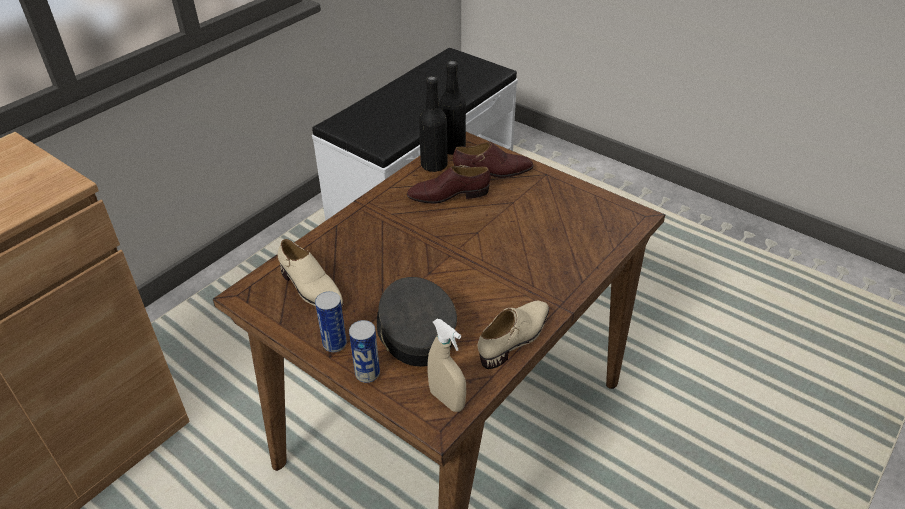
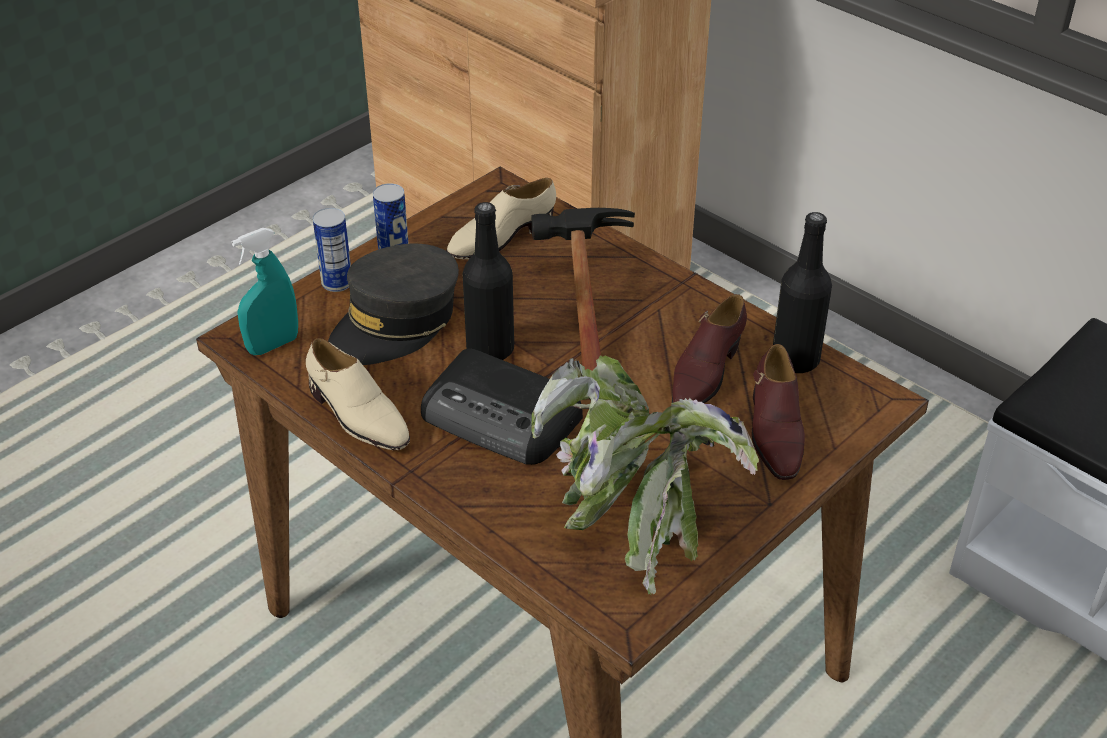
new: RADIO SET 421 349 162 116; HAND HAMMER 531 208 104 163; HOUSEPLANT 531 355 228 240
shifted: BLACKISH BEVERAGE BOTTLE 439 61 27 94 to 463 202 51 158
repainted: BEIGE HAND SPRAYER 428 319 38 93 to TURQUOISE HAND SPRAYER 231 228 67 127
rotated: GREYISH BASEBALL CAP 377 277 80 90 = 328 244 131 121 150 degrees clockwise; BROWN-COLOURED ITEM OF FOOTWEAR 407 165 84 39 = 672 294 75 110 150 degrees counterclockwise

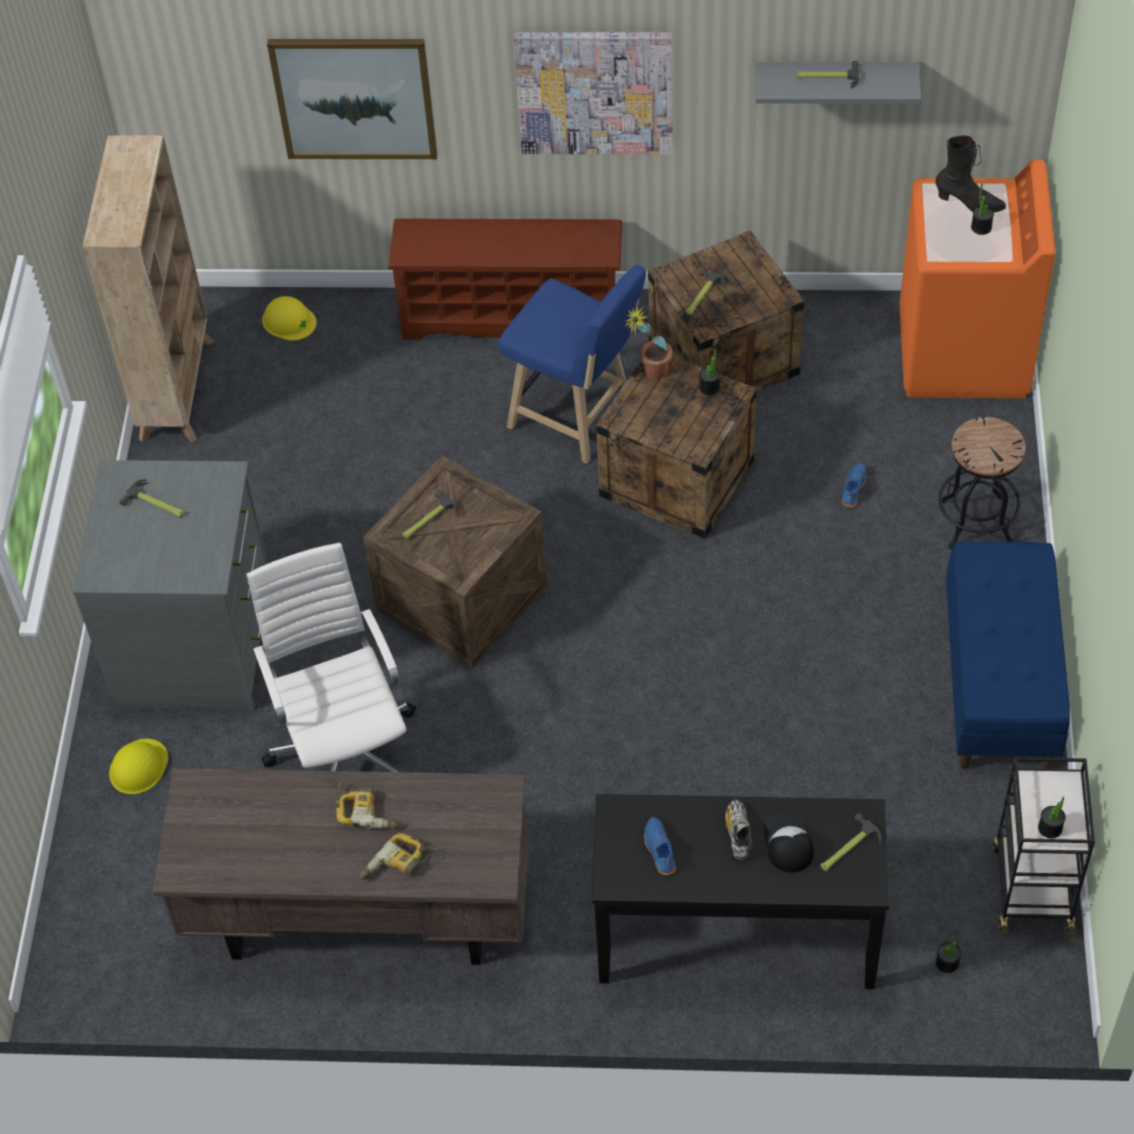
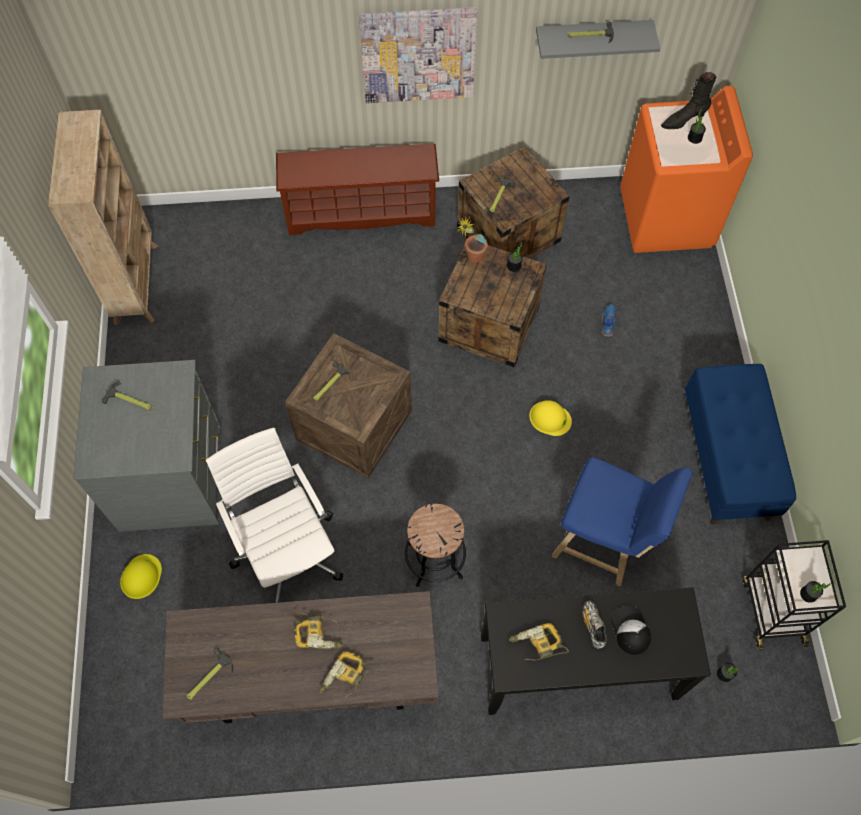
gone: WALL PICTURE 267 39 170 120
shifted: YELLOWISH SAFETY HELMET 262 296 55 45 to 529 400 43 36; BLUE-COLOURED SITTING STOOL 498 265 148 199 to 552 457 141 129; HAND HAMMER 820 813 61 58 to 186 648 47 52; BLACKISH SITTING STOOL 939 417 87 132 to 405 504 61 83
swapped: BLUE-COLOURED ITEM OF FOOTWEAR 644 817 32 58 to POWER DRILL 509 623 60 37
rotated: BLACKISH TALL BOOT 935 136 71 76 = 661 72 55 57 150 degrees clockwise

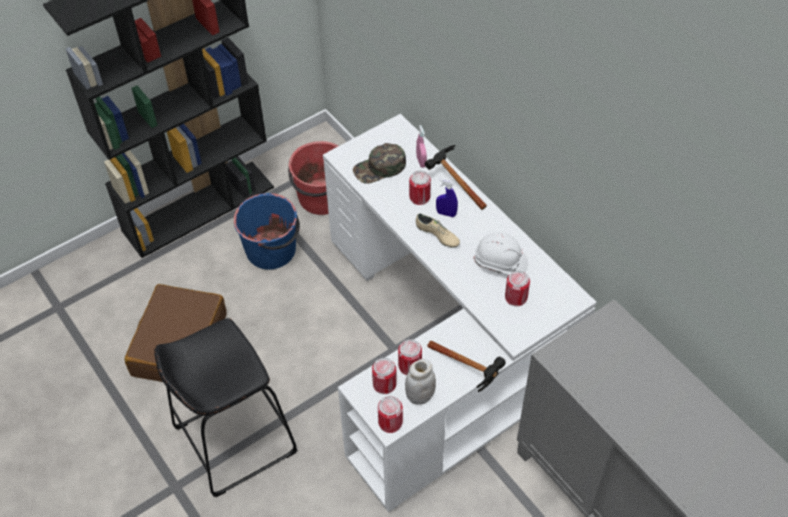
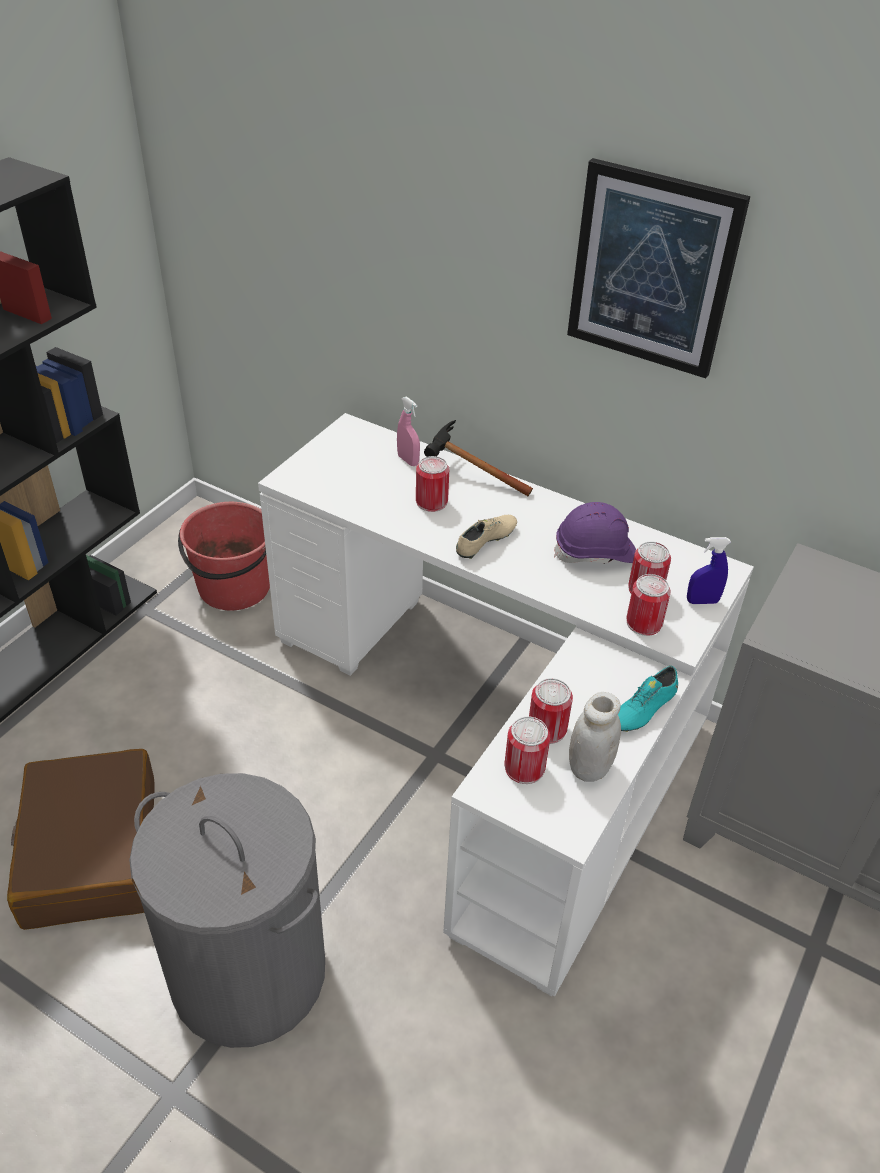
gone: BLUE-COLOURED PAIL 234 193 66 77; GREENISH BASEBALL CAP 353 143 53 41
new: WALL PICTURE 567 158 183 220
shifted: CAN 378 396 25 37 to 627 574 44 62; BLUE-COLOURED HAND SPRAYER 436 179 22 38 to 687 537 44 67
swapped: BLACKISH SITTING STOOL 154 318 143 179 to GREYISH WASHING BASKET 129 773 196 275; HAND HAMMER 427 341 79 51 to TURQUOISE ITEM OF FOOTWEAR 618 666 60 66
repainted: WHITE-COLOURED SAFETY HELMET 473 232 55 43 to PURPLISH SAFETY HELMET 554 502 82 62
rotated: BEIGE ITEM OF FOOTWEAR 416 213 44 35 = 456 515 61 44 60 degrees counterclockwise

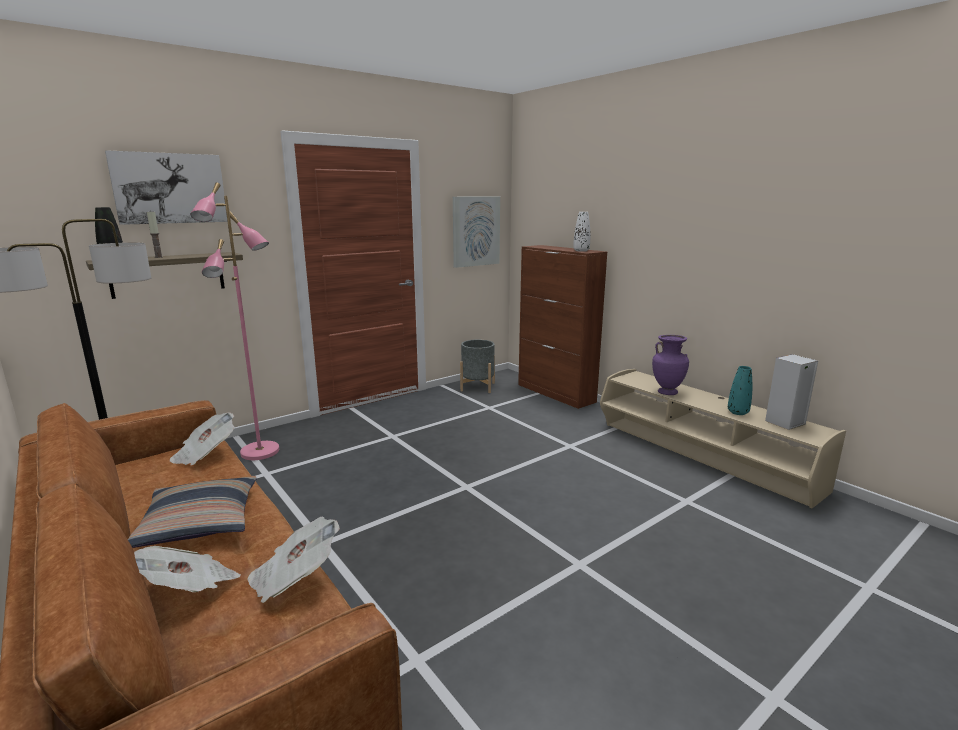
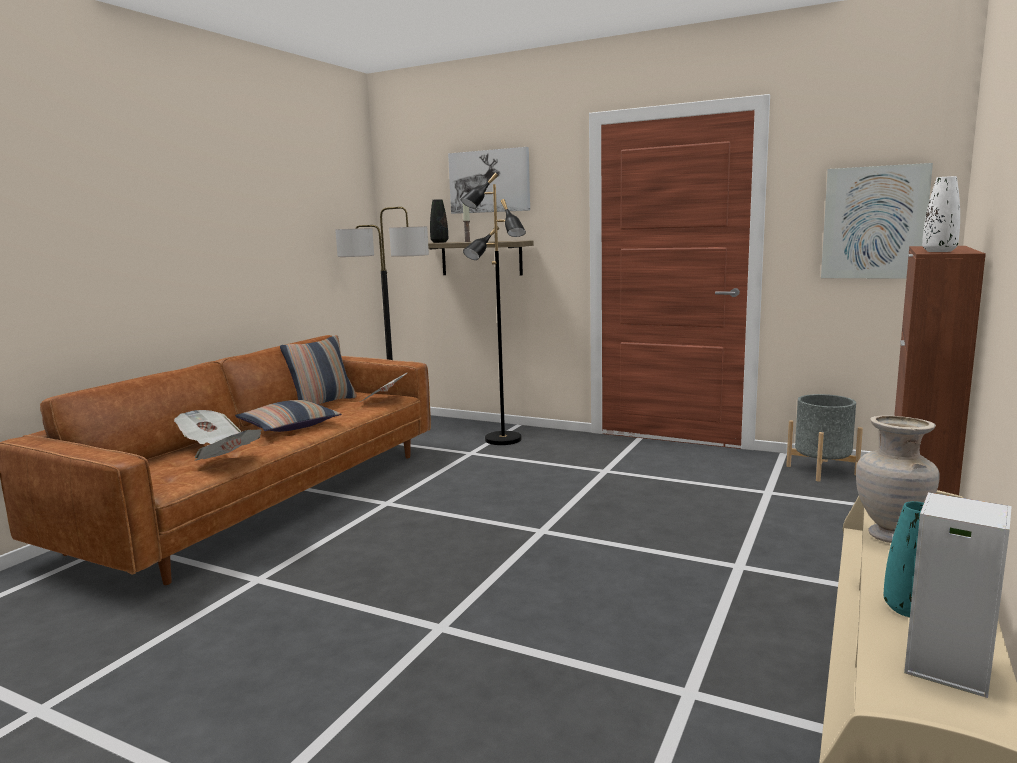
new: CUSHION 280 335 77 70
repainted: PINK-COLOURED STANDING LAMP 190 182 89 278 to BLACKISH STANDING LAMP 461 173 65 272; PURPLISH DECORATIVE VASE 652 335 37 60 to BEIGE DECORATIVE VASE 856 415 84 128

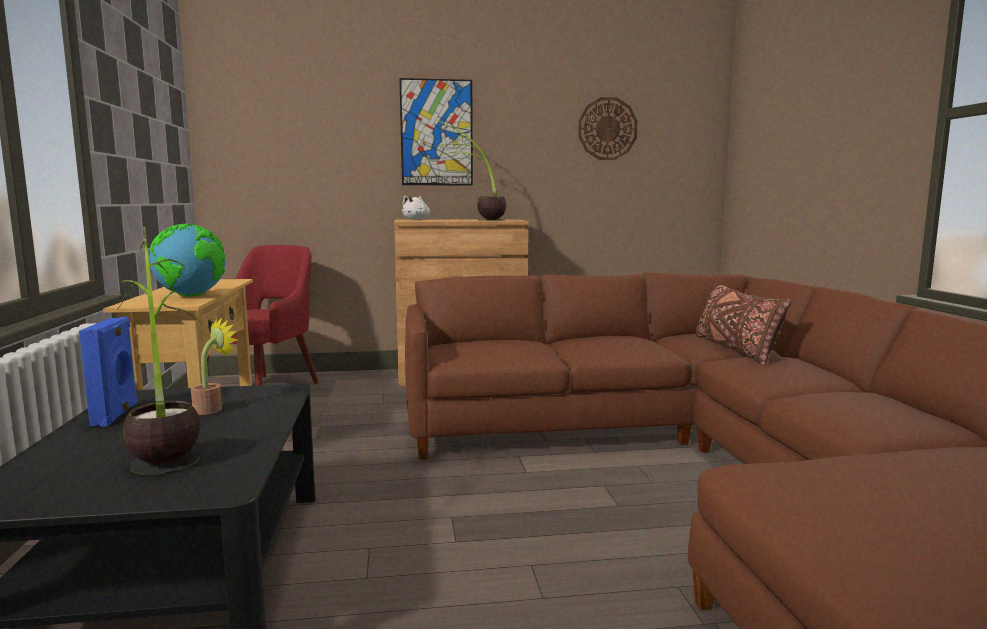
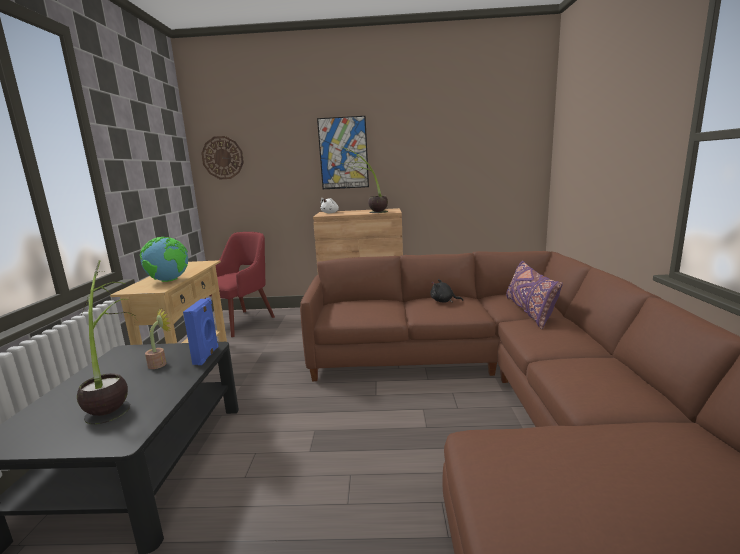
new: BLACKISH PLUSH TOY 430 279 33 24
shifted: BLUE-COLOURED LOUDSPEAKER 79 317 59 110 to 183 298 36 67; WALL CLOCK 578 97 60 63 to 201 136 43 43
repainted: BROWN-COLOURED CUSHION 696 283 95 83 to PURPLISH CUSHION 506 261 57 68

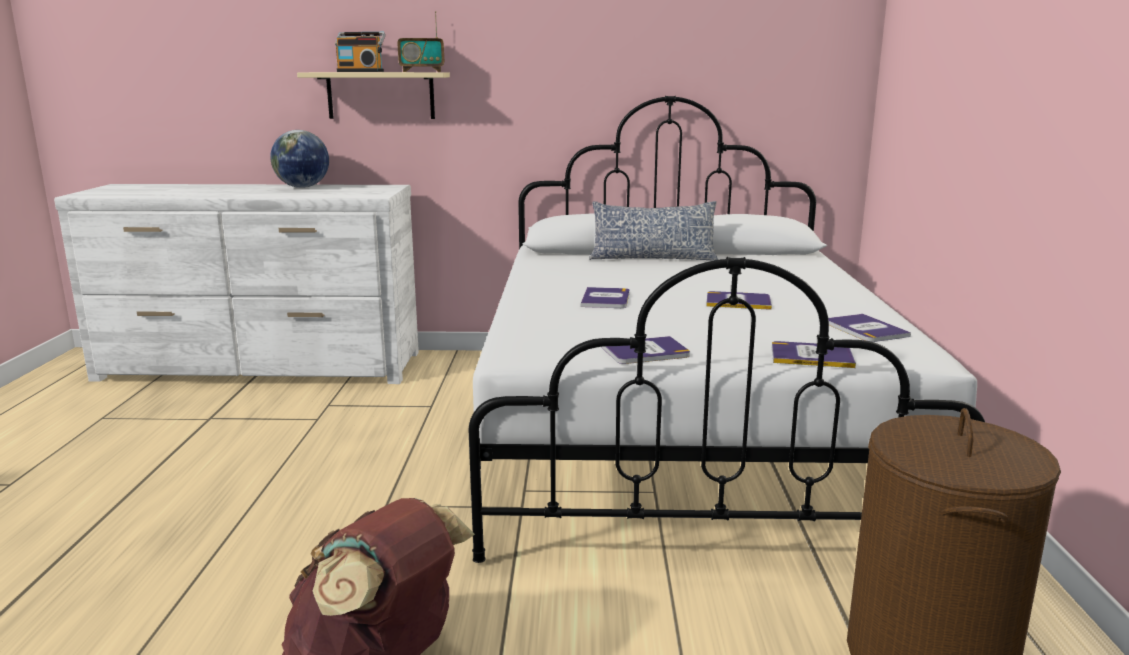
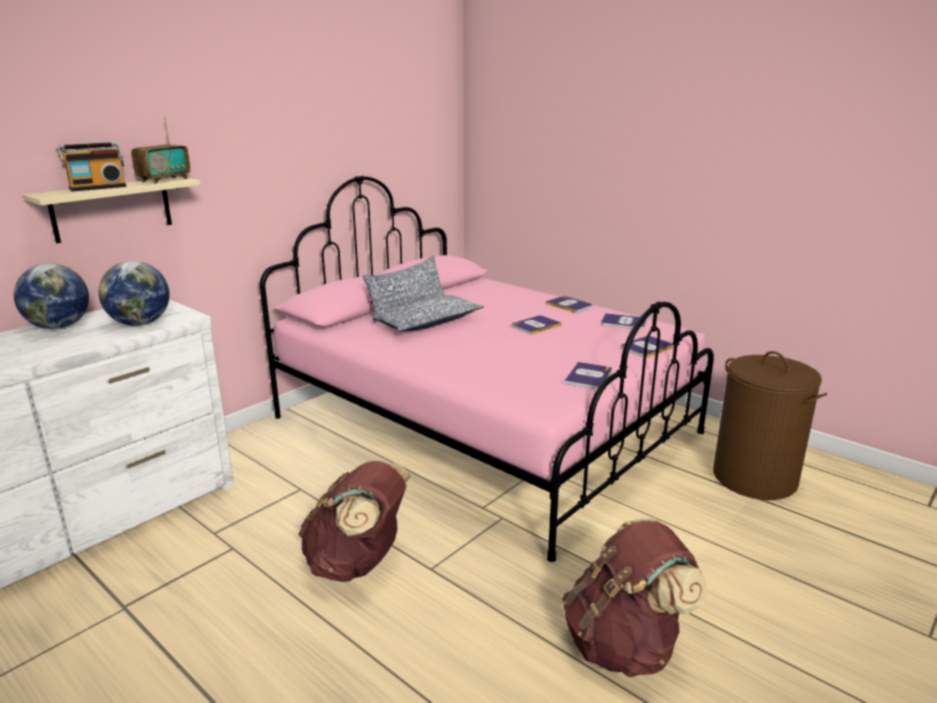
new: DESK GLOBE 99 261 71 65; BROWN-COLOURED KNAPSACK 298 461 113 121; CUSHION 372 295 112 37
shifted: BOUND BOOK 581 287 48 21 to 545 296 47 17
repainted: WHITE-COLOURED BEDROOM BED 469 96 516 467 to PINK-COLOURED BEDROOM BED 260 175 454 387

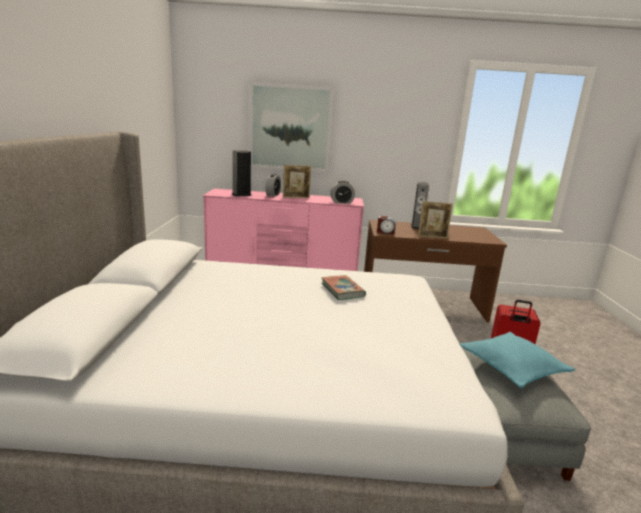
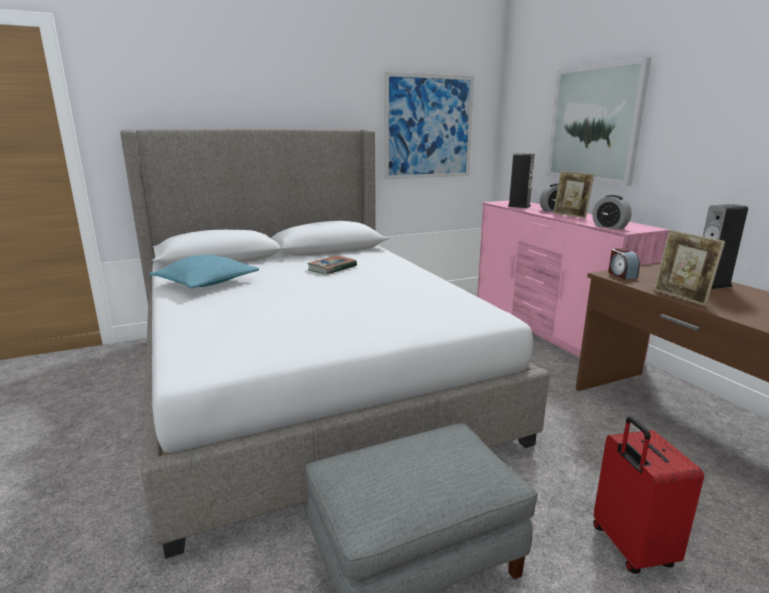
new: WALL PICTURE 385 72 89 108
shifted: BOUND BOOK 321 275 45 25 to 307 255 50 20; TURQUOISE CUSHION 460 332 115 56 to 149 254 110 34

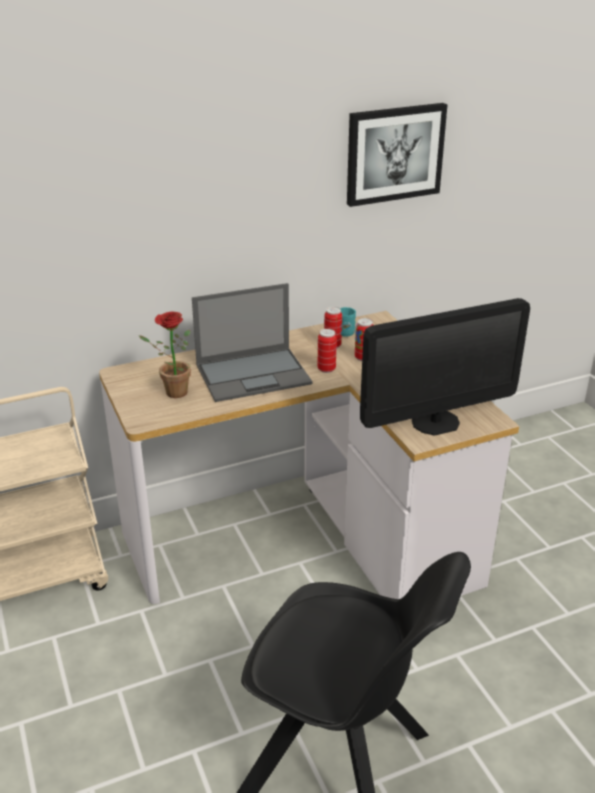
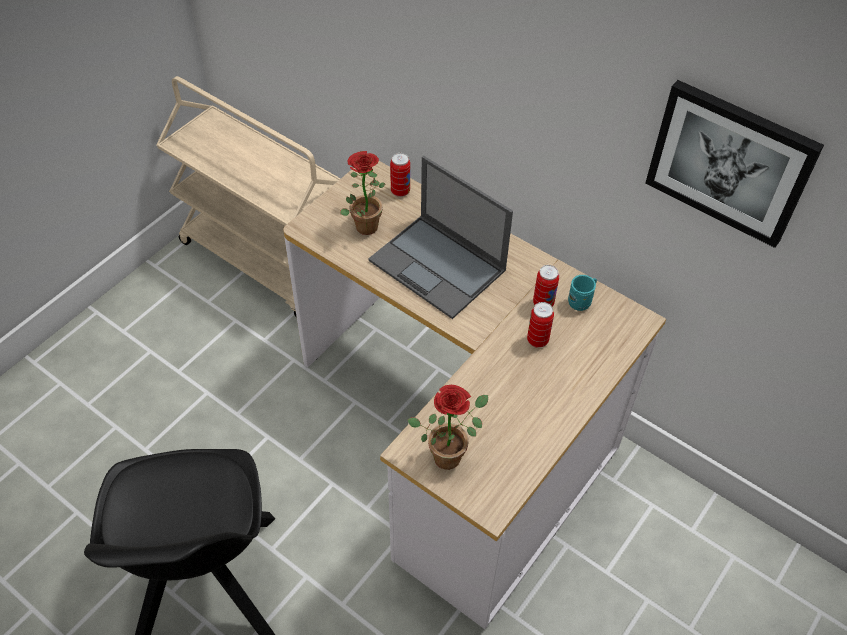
shifted: CAN 318 329 19 44 to 390 153 20 44
swapped: COMPUTER DISPLAY 360 298 170 138 to HOUSEPLANT 407 385 81 85

